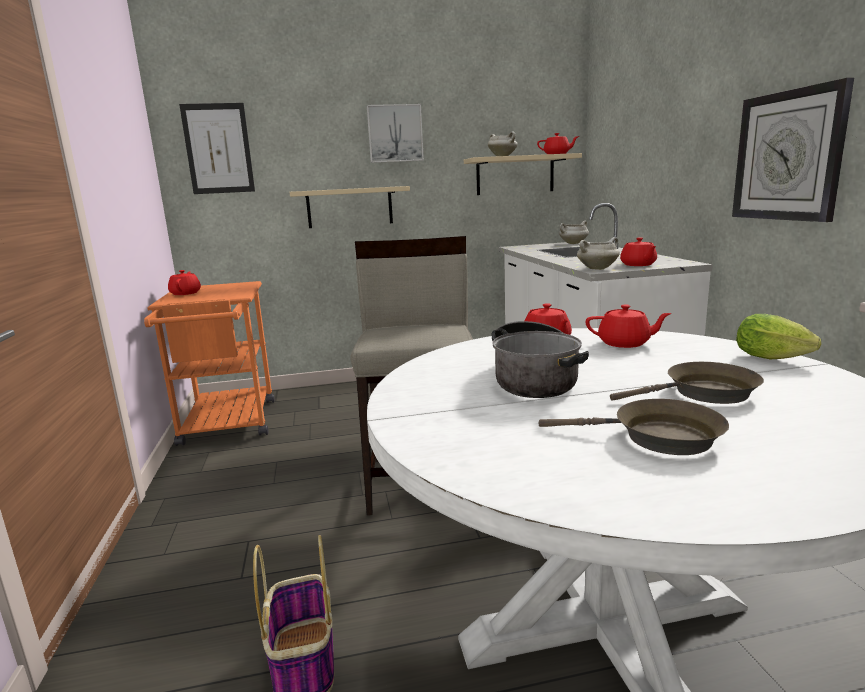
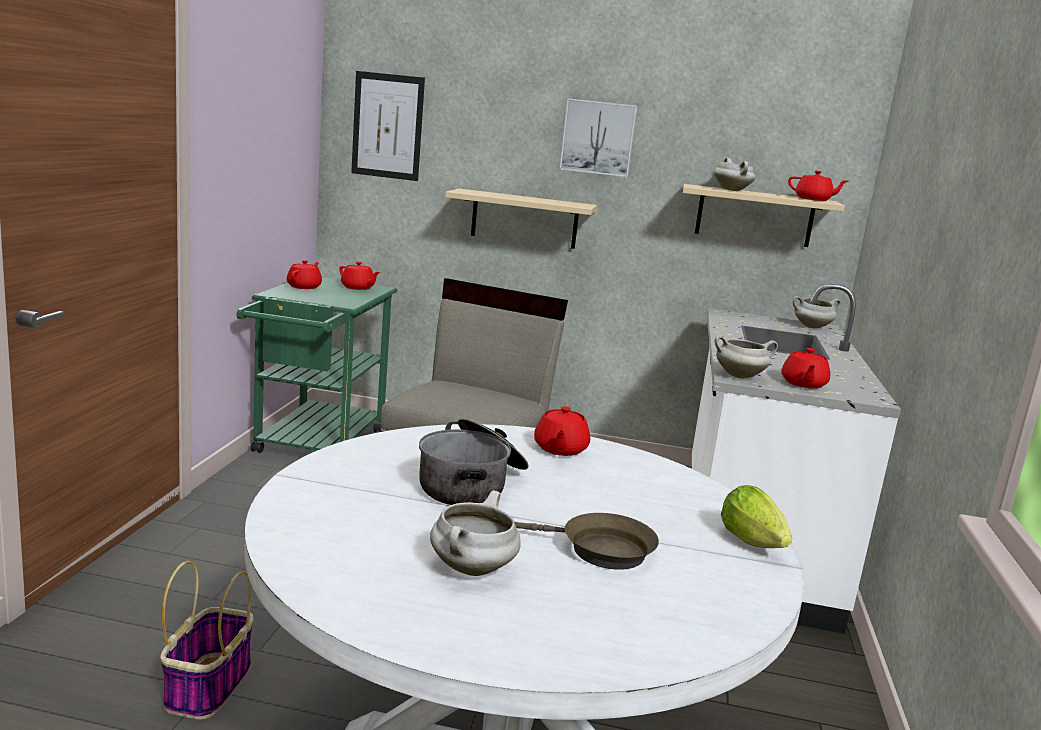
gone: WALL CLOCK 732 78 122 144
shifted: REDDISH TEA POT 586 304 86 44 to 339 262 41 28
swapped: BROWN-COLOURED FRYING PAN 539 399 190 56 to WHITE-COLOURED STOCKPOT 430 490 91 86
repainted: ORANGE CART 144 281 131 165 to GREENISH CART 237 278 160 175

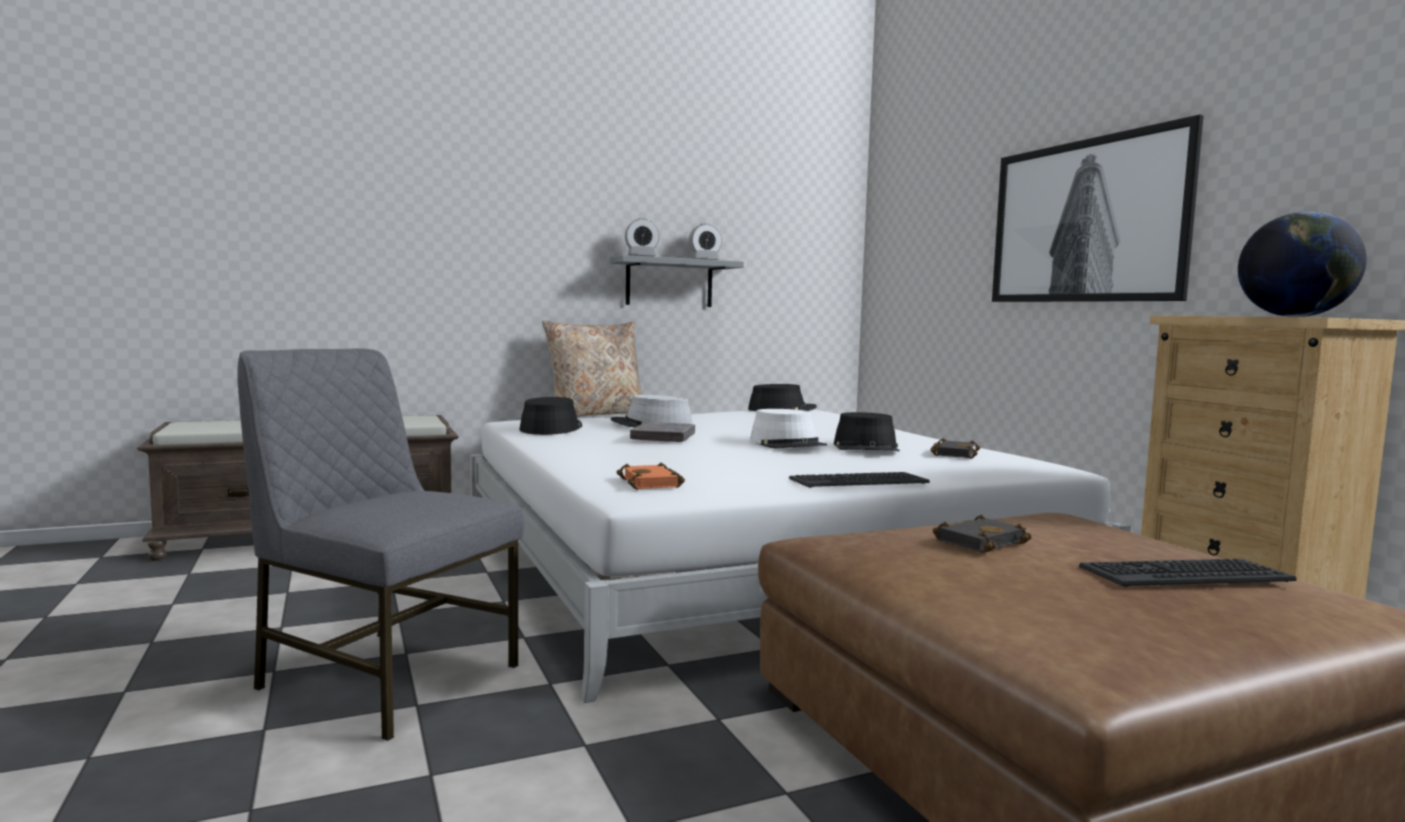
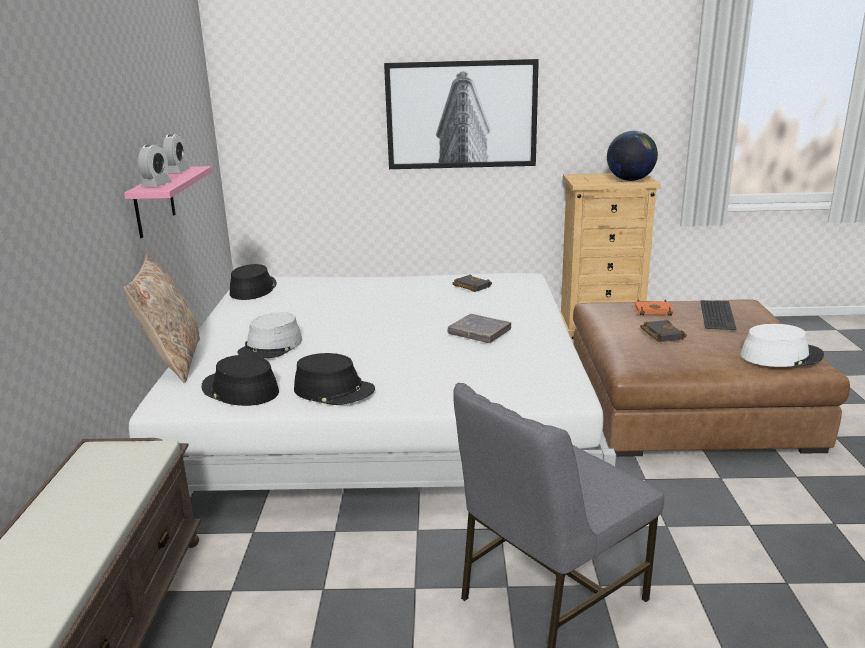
gone: COMPUTER KEYBOARD 789 472 141 16
shifted: ORANGE BOUND BOOK 617 463 68 27 to 634 300 40 16; GREYISH BOUND BOOK 630 422 65 20 to 448 314 63 29; WHITE-COLOURED WEARABLE HAT 750 409 77 39 to 740 324 84 43; BLACKISH WEARABLE HAT 834 412 66 40 to 294 353 81 52
repainted: GREYISH WALL SHELF 610 255 134 52 to PINK-COLOURED WALL SHELF 124 166 88 72

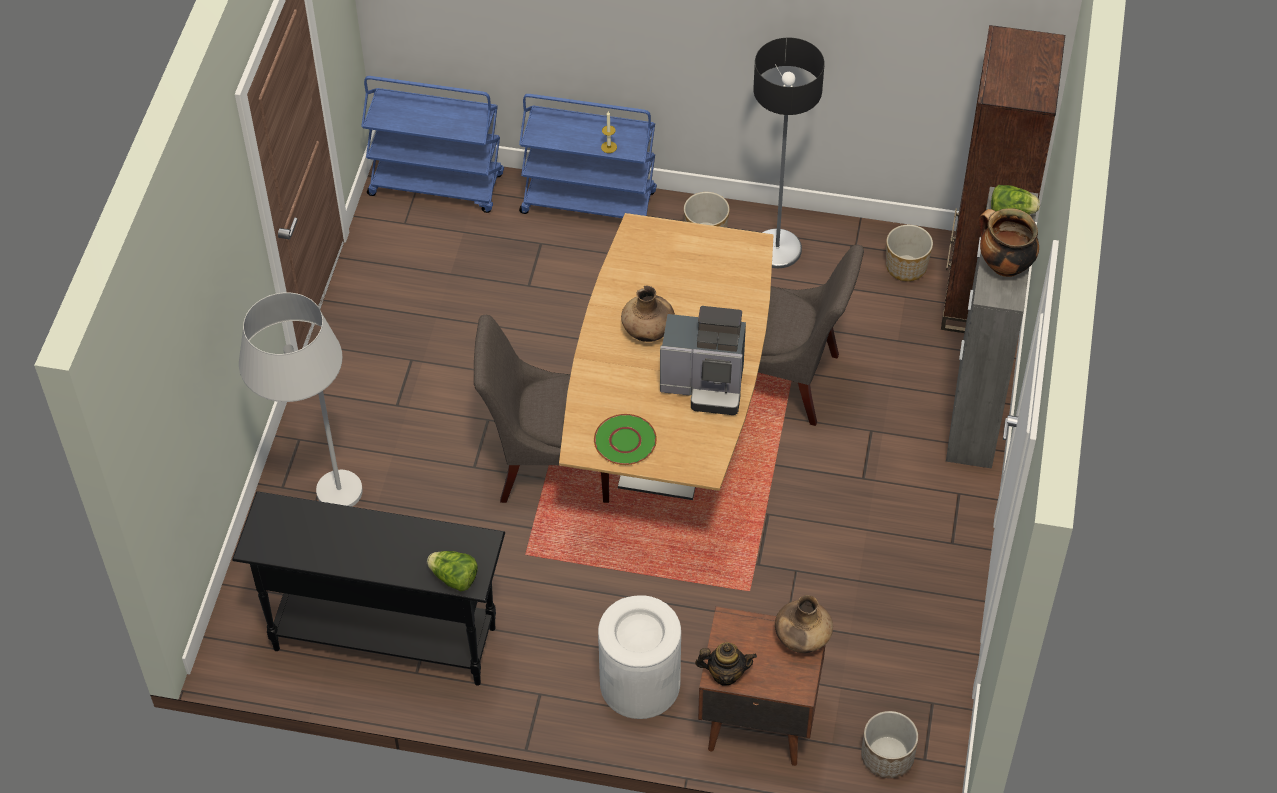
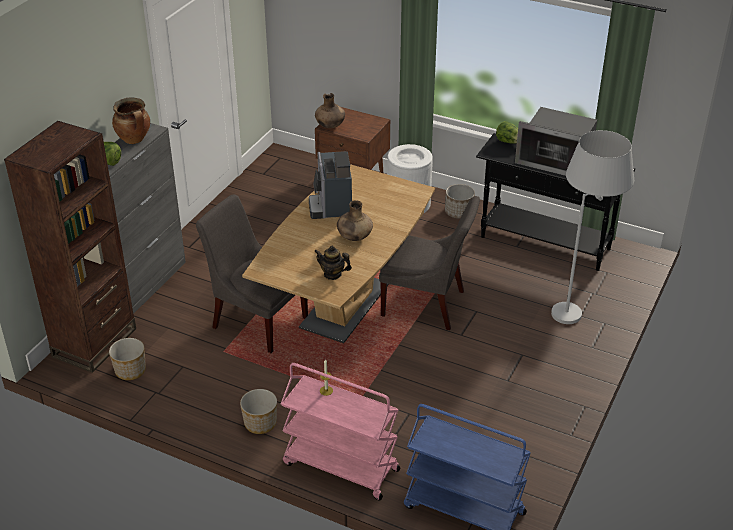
gone: GREENISH FLAT DISH 594 414 63 51; STANDING LAMP 754 38 70 230
new: KITCHEN MICROWAVE 515 107 82 69
shifted: TEA POT 695 643 62 43 to 314 246 38 34; PLANTER 861 711 57 67 to 445 184 30 35
repainted: BLUE-COLOURED CART 519 94 138 124 to PINK-COLOURED CART 281 363 119 138
rotated: COFFEE MACHINE 660 306 86 109 = 309 151 43 68 120 degrees counterclockwise

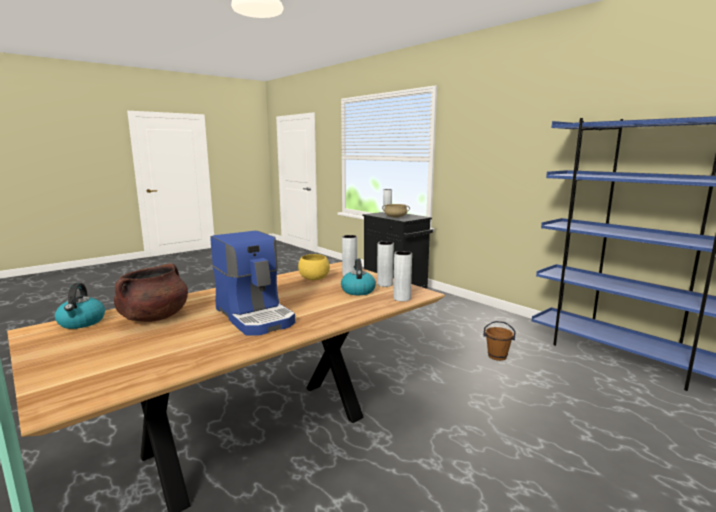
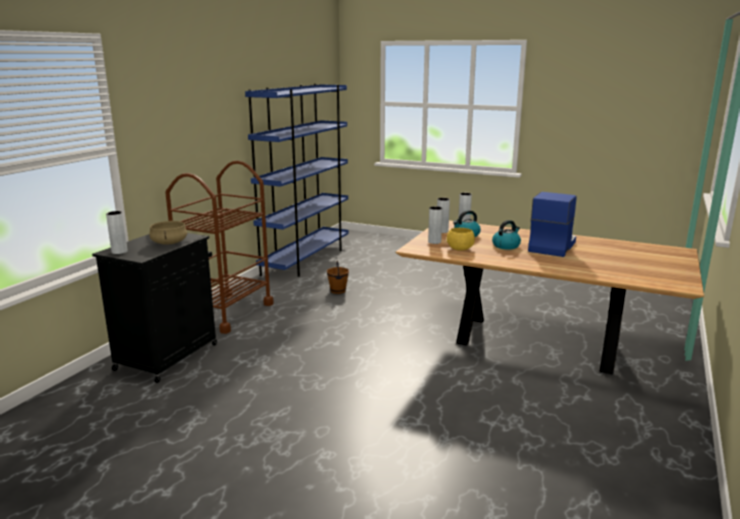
gone: BROWN-COLOURED STOCKPOT 114 264 74 58
new: BROWN-COLOURED CART 165 161 109 173
shifted: KETTLE 55 283 50 46 to 492 220 29 30

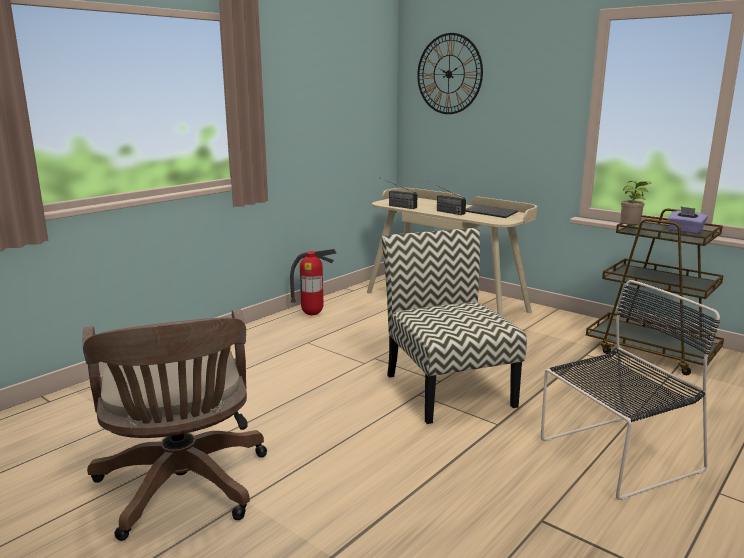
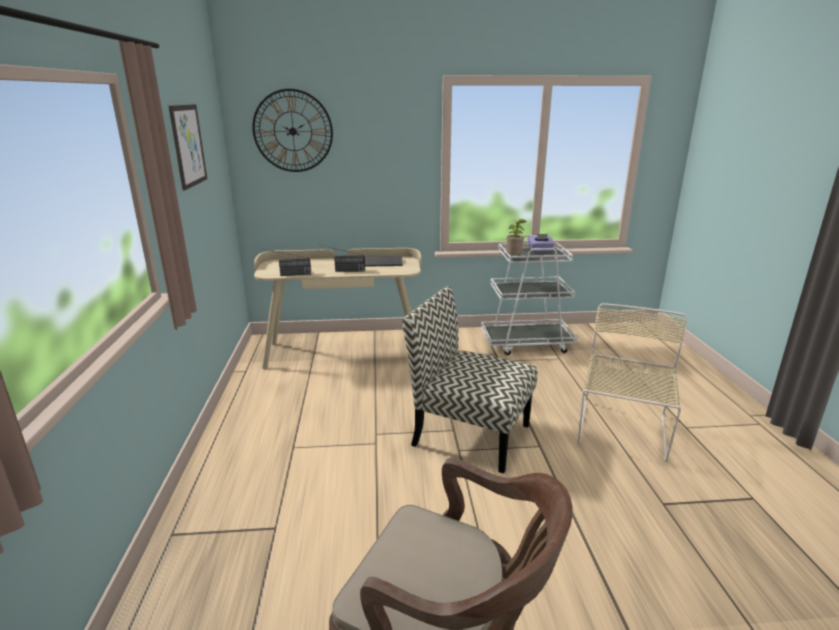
gone: EXTINGUISHER 290 249 46 66
new: WALL PICTURE 169 104 38 87
repainted: BLACKISH PLAIN CHAIR 541 280 179 220 to BEIGE PLAIN CHAIR 577 303 110 159; BROWN-COLOURED CART 586 209 138 166 to WHITE-COLOURED CART 481 235 96 120

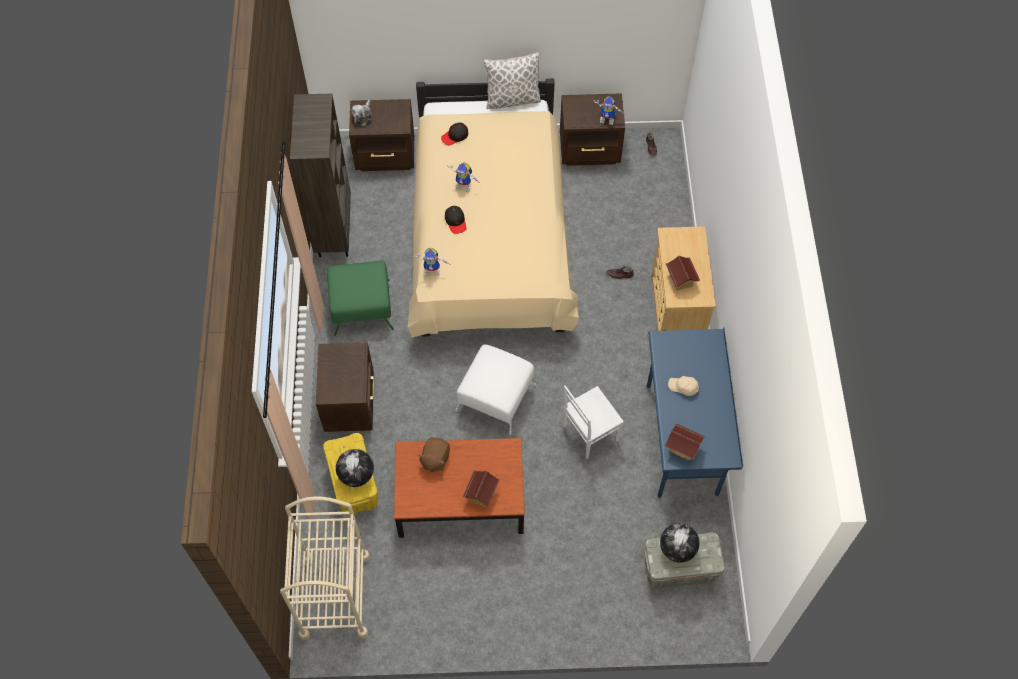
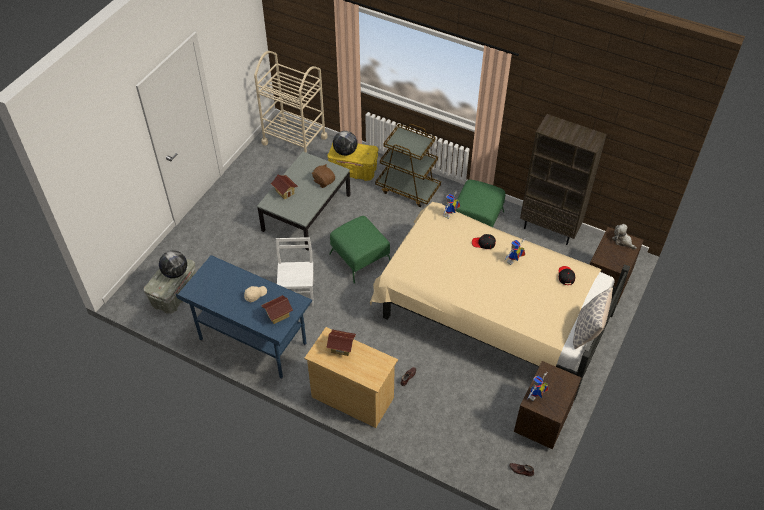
shifted: MODEL HOUSE 665 423 40 38 to 261 295 32 29
swapped: BROWN-COLOURED BEDSIDE TABLE 316 342 59 90 to BROWN-COLOURED CART 375 124 66 83
repainted: BROWN-COLOURED COFFEE TABLE 394 438 131 100 to GREYISH COFFEE TABLE 257 152 94 99; WHITE-COLOURED POUFFE 455 345 81 90 to GREENISH POUFFE 329 216 62 68

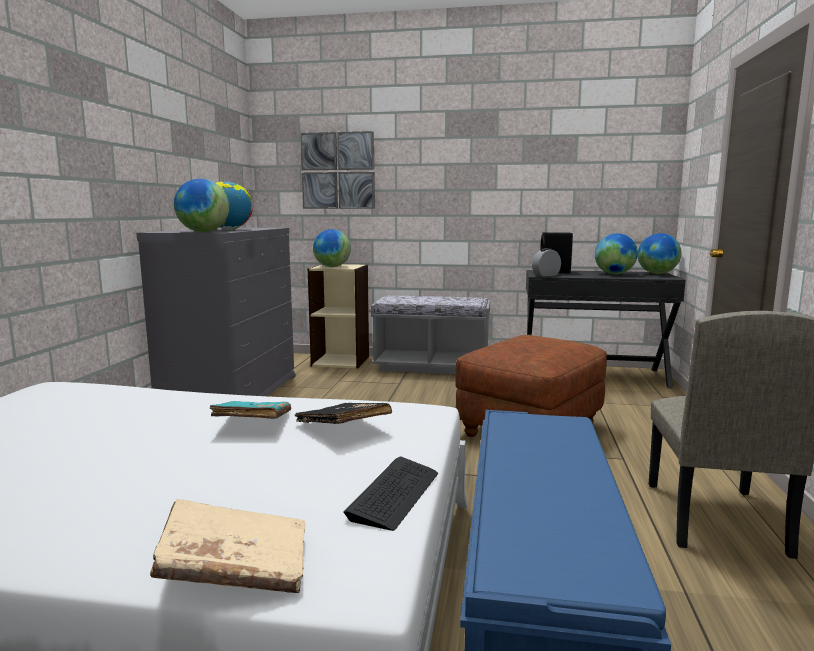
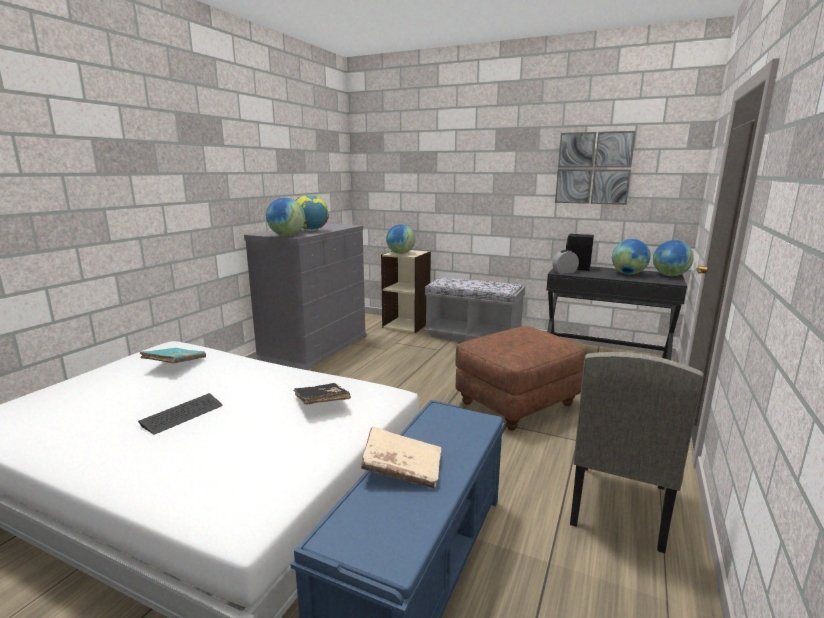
shifted: BEIGE BOUND BOOK 150 499 155 94 to 361 427 80 62; TURQUOISE BOUND BOOK 210 401 81 18 to 140 348 66 15; WALL PICTURE 300 131 75 78 to 555 131 81 74; COMPUTER KEYBOARD 344 457 94 74 to 138 393 85 41

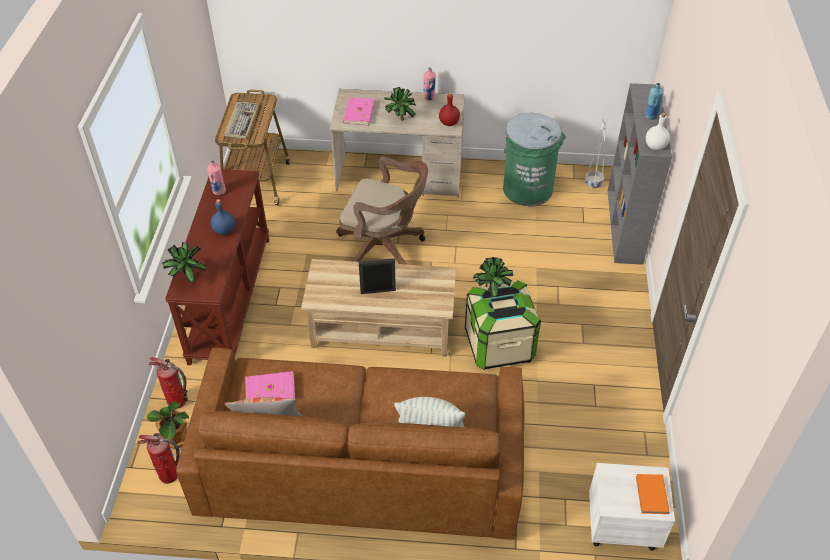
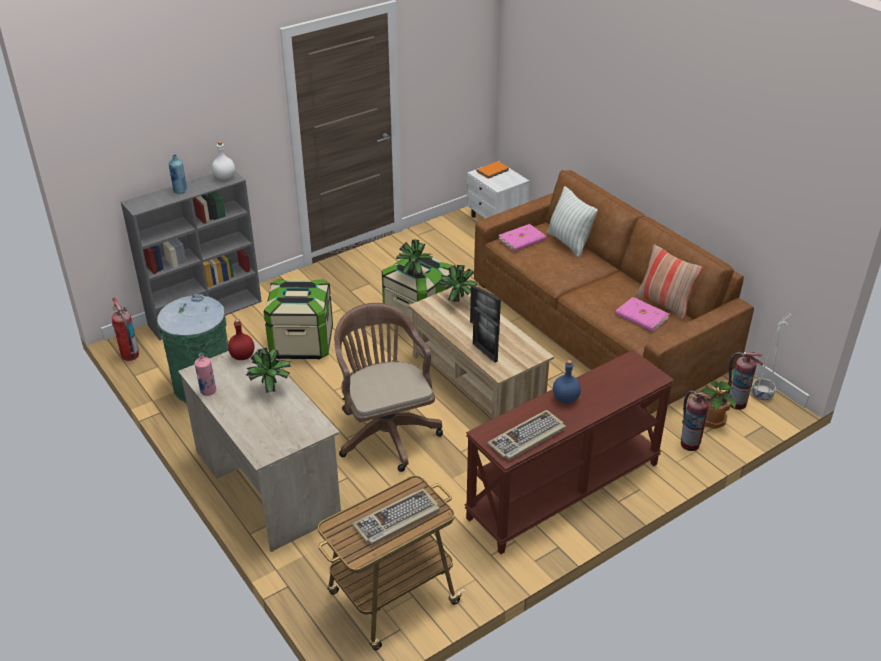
new: EXTINGUISHER 112 298 27 63; STORAGE BOX 264 279 69 81; PICTURE FRAME 473 307 26 56
shifted: HOUSEPLANT 162 242 44 41 to 439 265 39 37; PINK-COLOURED BOUND BOOK 343 97 32 29 to 498 224 48 27; WHITE-COLOURED PLANTER 585 119 22 69 to 752 313 39 87
swapped: PINK-COLOURED BEVERAGE BOTTLE 207 160 19 35 to COMPUTER KEYBOARD 487 410 79 51

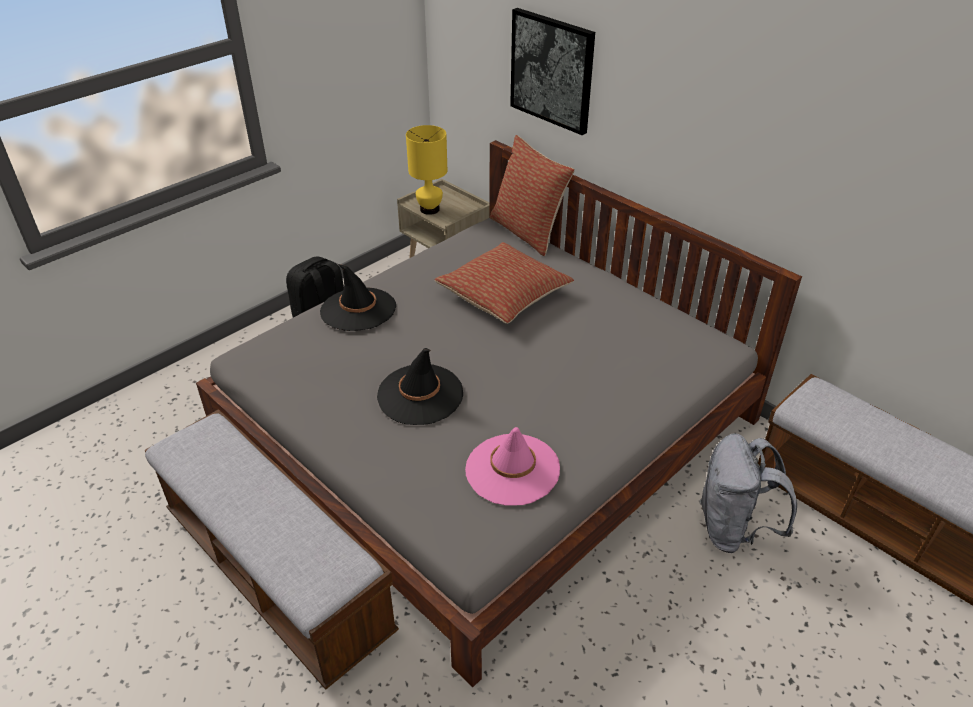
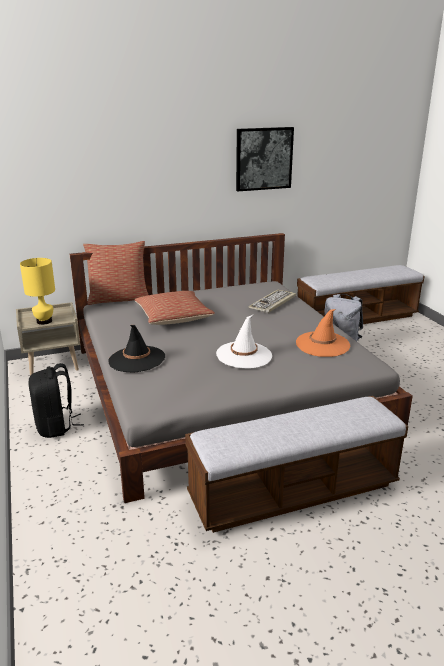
new: COMPUTER KEYBOARD 248 290 48 23
shifted: WALL PICTURE 510 8 85 127 to 236 127 58 64
repainted: BLACKISH WEARABLE HAT 377 348 86 77 to WHITE-COLOURED WEARABLE HAT 216 315 56 54; PINK-COLOURED WEARABLE HAT 465 427 95 79 to ORANGE WEARABLE HAT 296 309 54 48

